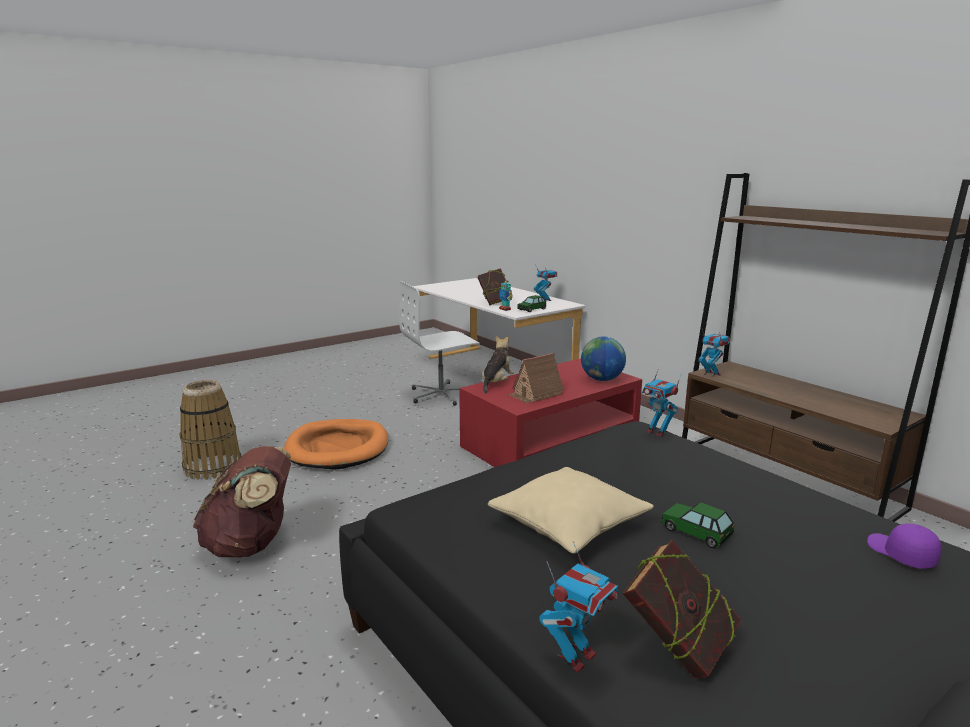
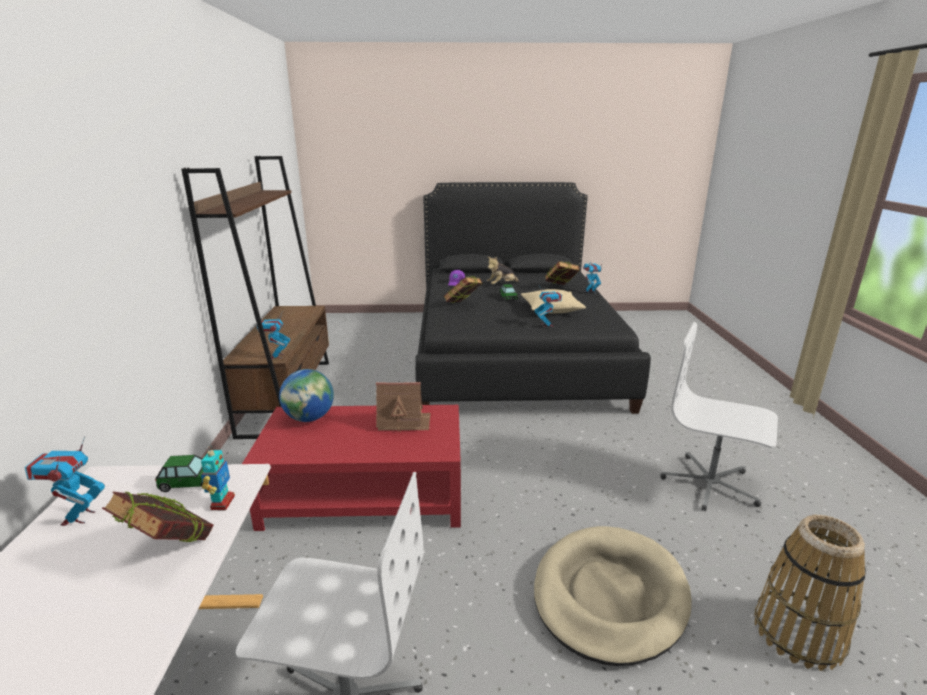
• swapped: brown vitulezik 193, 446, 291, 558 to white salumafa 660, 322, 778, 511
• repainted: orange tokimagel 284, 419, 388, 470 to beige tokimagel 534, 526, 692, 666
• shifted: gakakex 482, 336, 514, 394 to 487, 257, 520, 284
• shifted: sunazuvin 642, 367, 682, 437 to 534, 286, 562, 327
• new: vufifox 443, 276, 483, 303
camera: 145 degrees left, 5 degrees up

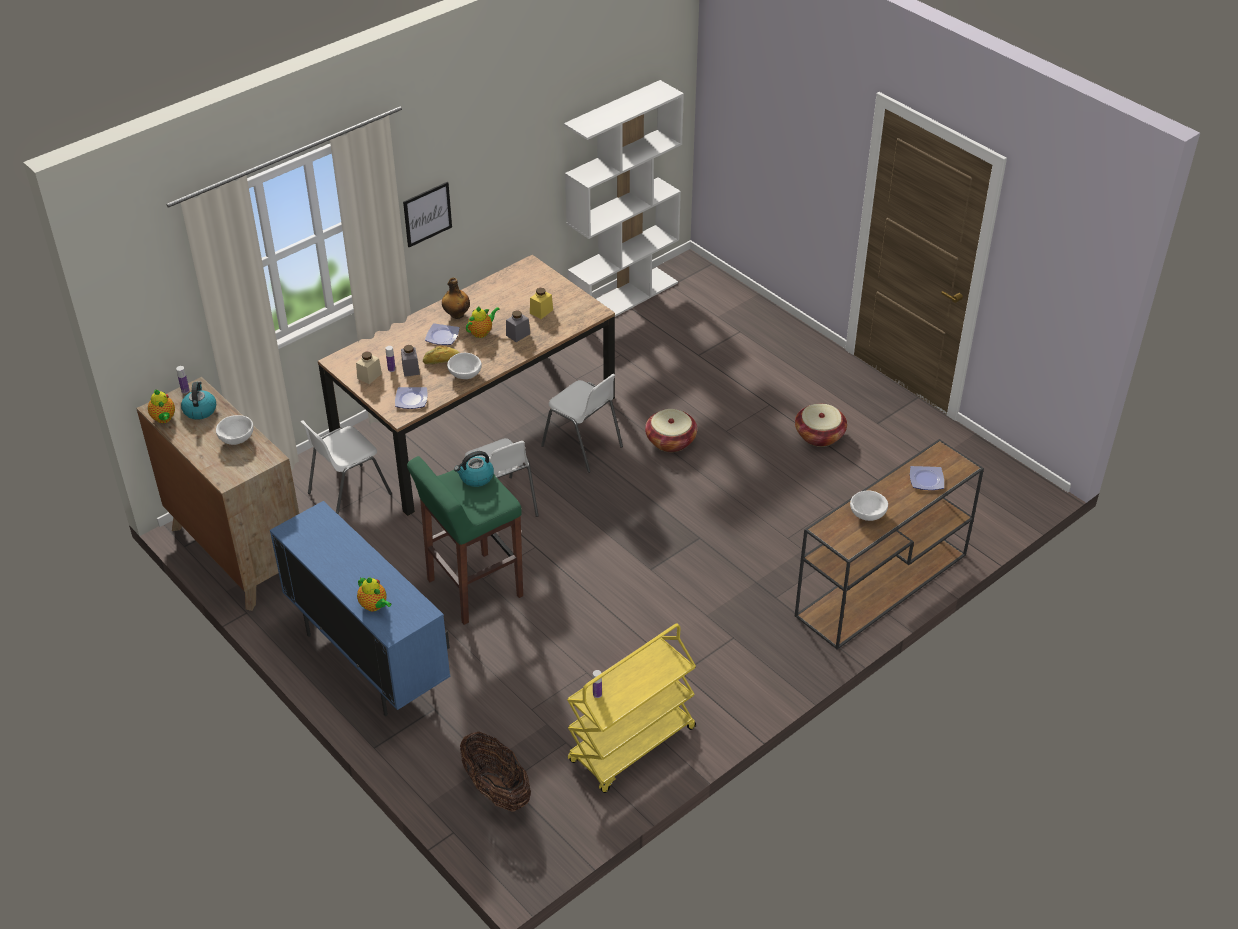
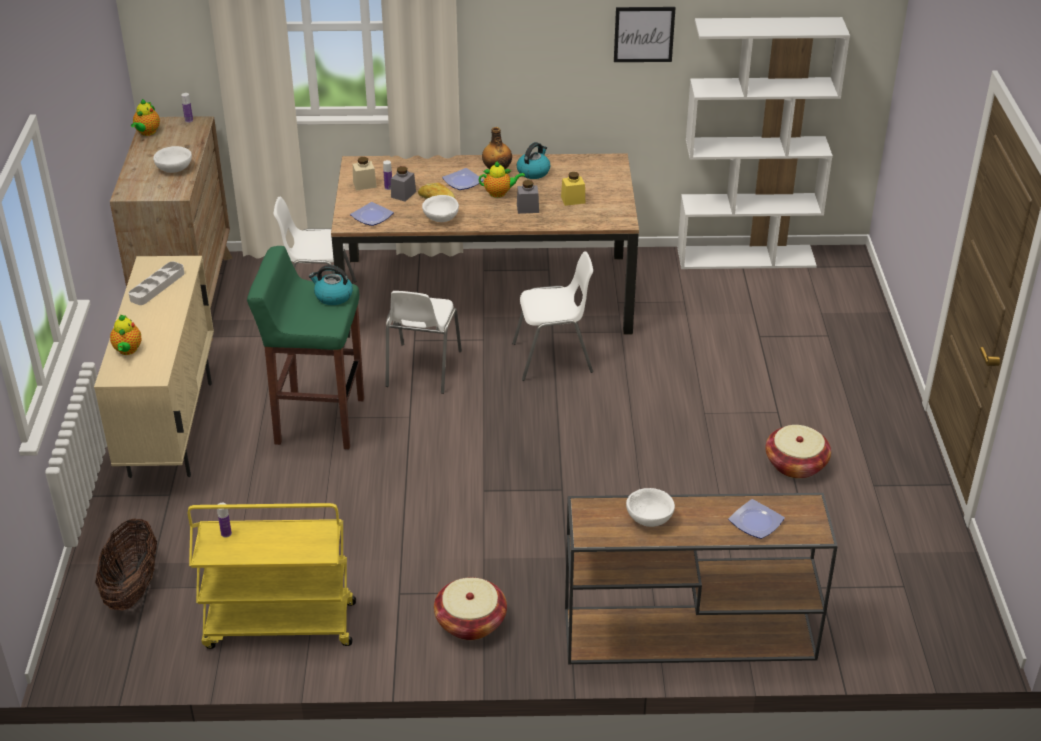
• shifted: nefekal 181, 381, 216, 420 to 517, 142, 550, 179
• repainted: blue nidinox 270, 501, 450, 716 to beige nidinox 94, 256, 214, 478
• shifted: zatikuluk 403, 182, 452, 247 to 614, 7, 675, 62
• rotated: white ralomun 541, 374, 623, 473 = 512, 251, 593, 381 90 degrees counterclockwise
• shifted: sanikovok 645, 409, 697, 452 to 434, 577, 507, 640
• new: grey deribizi 129, 261, 184, 305
camera: 40 degrees right, 5 degrees down

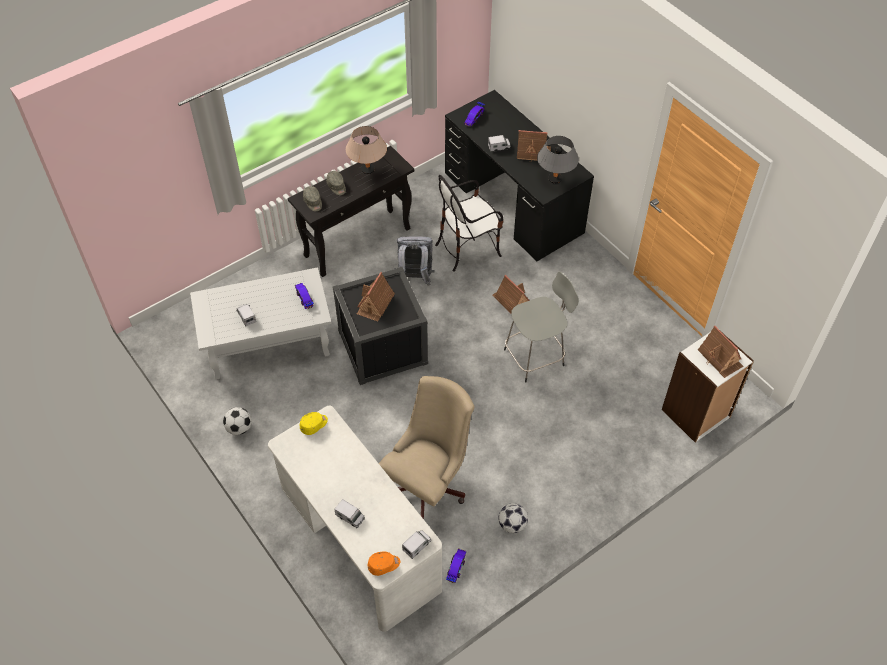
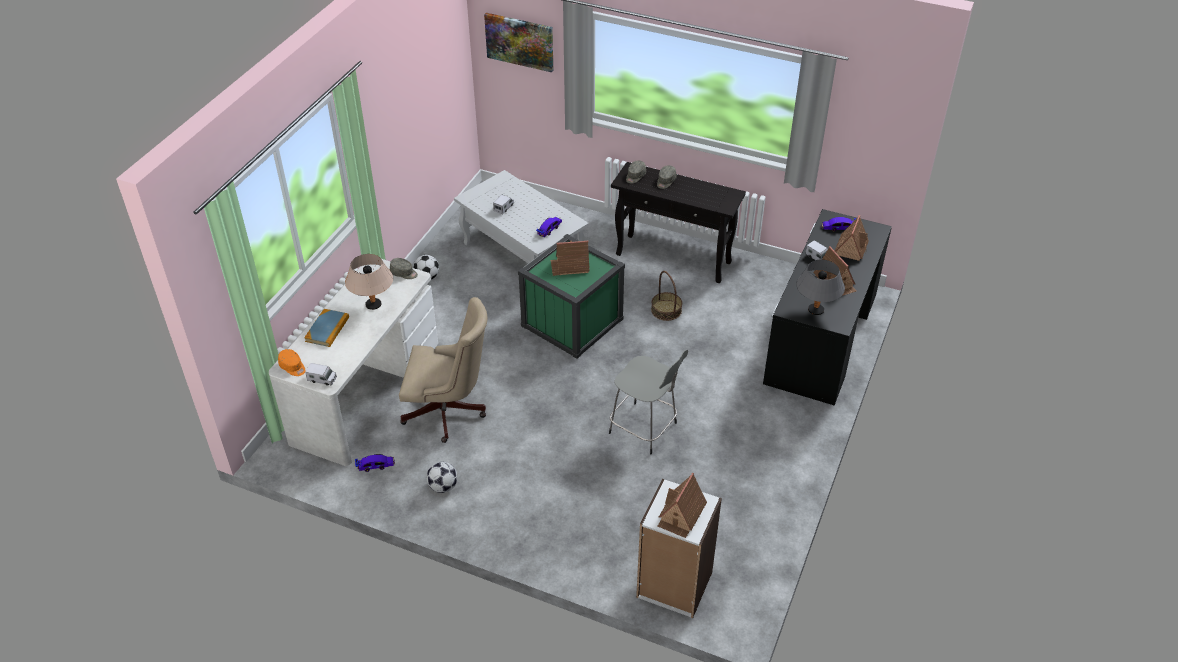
• repainted: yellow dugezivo 300, 412, 328, 435 to grey dugezivo 390, 258, 418, 279
• repainted: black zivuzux 332, 267, 428, 385 to green zivuzux 518, 234, 625, 359
• swapped: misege 335, 499, 365, 528 to vufifox 304, 309, 349, 347
• shifted: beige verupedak 346, 126, 387, 174 to 345, 254, 393, 310
• swapped: grey vitulezik 395, 236, 435, 286 to sanikovok 651, 271, 682, 321
• gone: ralomun 435, 175, 503, 272
• shifted: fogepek 492, 275, 530, 313 to 835, 215, 869, 261
• new: zatikuluk 484, 13, 553, 72
camera: 60 degrees right, 10 degrees down

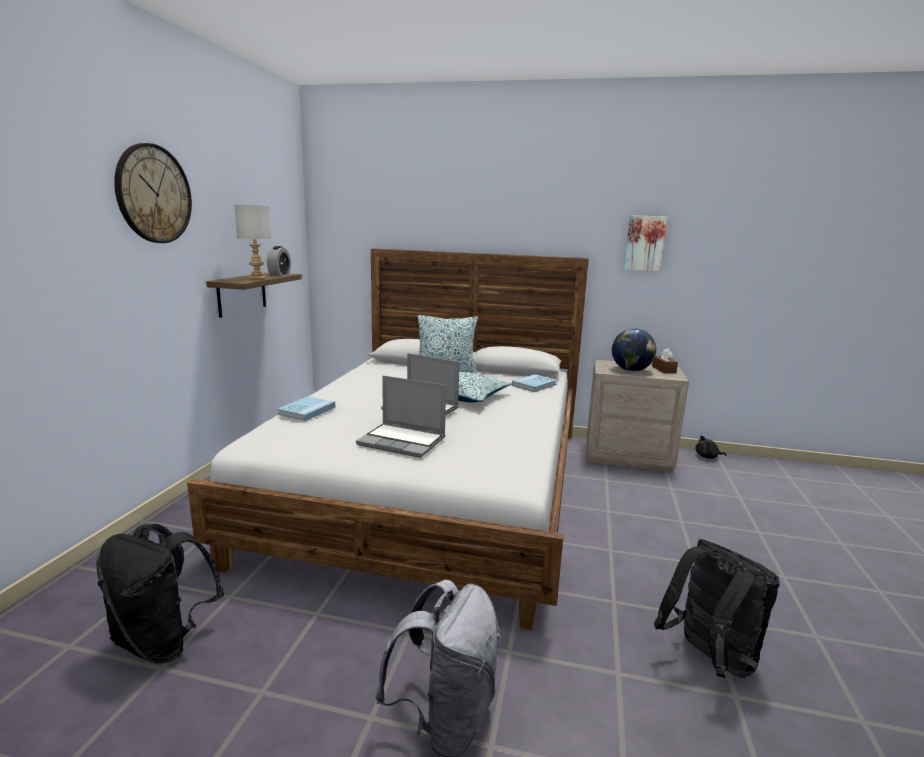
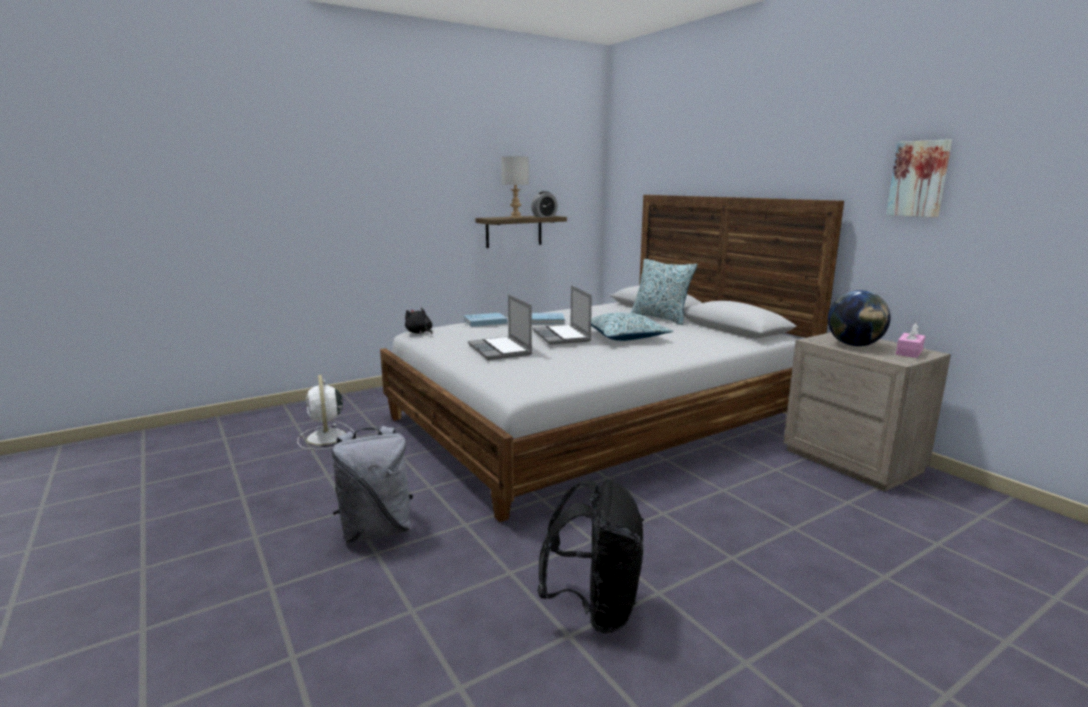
• swapped: black vitulezik 96, 524, 224, 664 to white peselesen 298, 375, 357, 450
• gone: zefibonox 114, 143, 192, 243
• shifted: blue vufifox 512, 374, 557, 392 to 532, 313, 565, 324
• repainted: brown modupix 652, 348, 678, 373 to pink modupix 896, 323, 925, 358
• shifted: black gakakex 695, 436, 727, 459 to 405, 307, 432, 335
camera: 45 degrees right, 0 degrees up

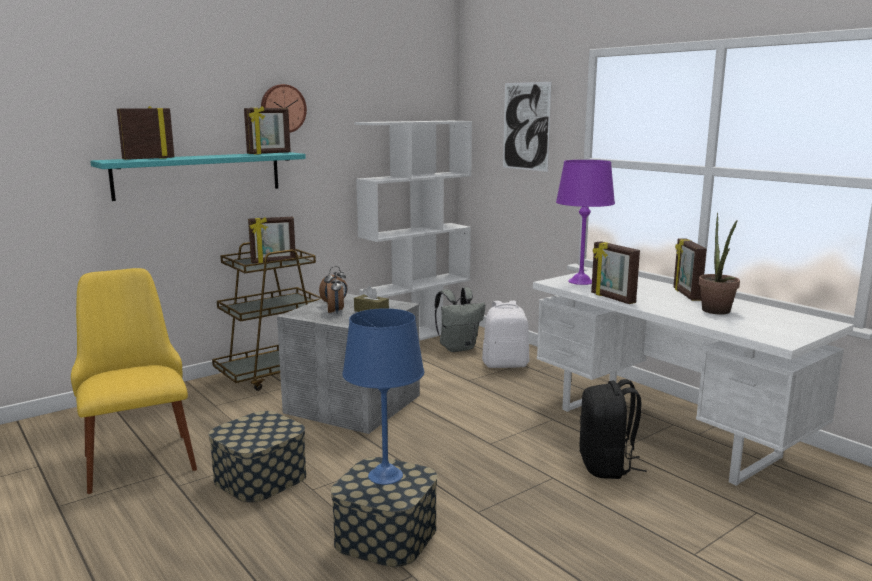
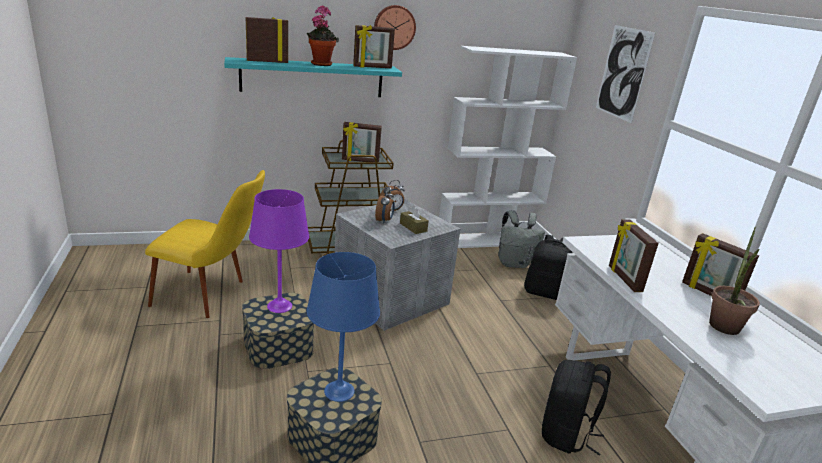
• rotated: yellow ralomun 71, 268, 197, 494 = 145, 170, 265, 318 105 degrees clockwise
• repainted: white vitulezik 482, 301, 530, 368 to black vitulezik 524, 235, 572, 300
• shifted: purple verupedak 556, 160, 615, 285 to 249, 189, 309, 313
• rotated: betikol 673, 239, 707, 301 = 682, 233, 759, 296 60 degrees counterclockwise
• new: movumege 307, 5, 339, 66
camera: 20 degrees right, 10 degrees up

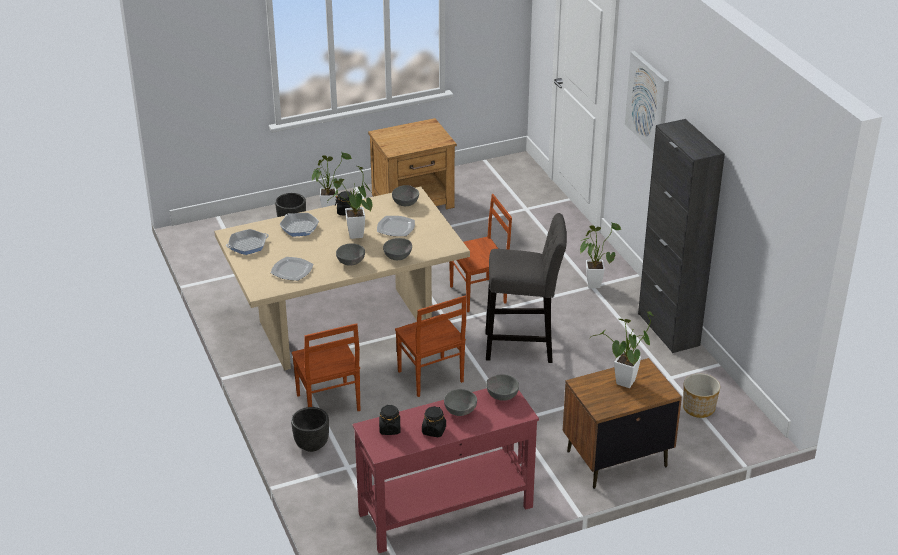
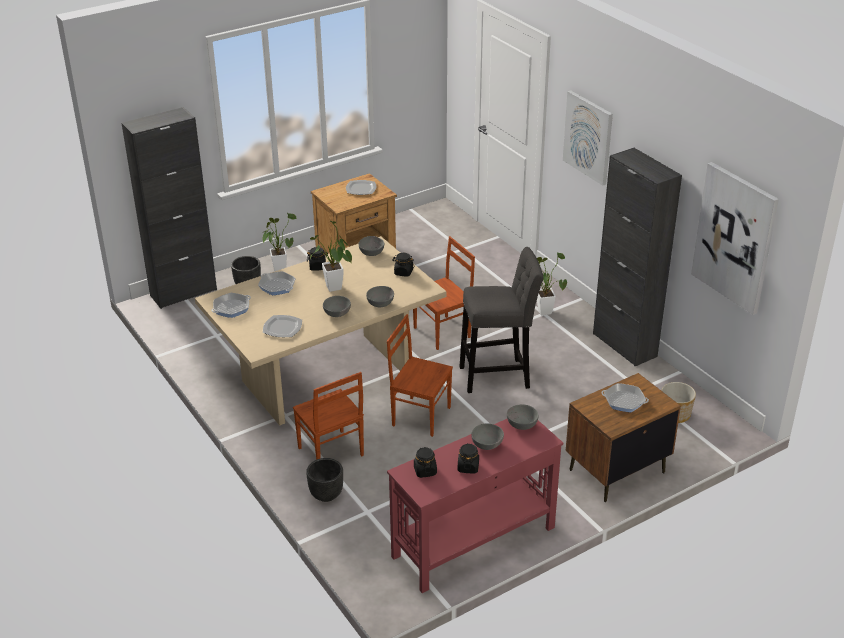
• shifted: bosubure 377, 216, 415, 236 to 346, 180, 377, 195
• rotated: brown ralomun 395, 296, 466, 397 = 387, 314, 453, 437 150 degrees clockwise
• swapped: movumege 590, 312, 653, 388 to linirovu 601, 383, 649, 412
• new: black nidinox 121, 107, 217, 309
• new: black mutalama 392, 253, 414, 276
• new: zatikuluk 691, 162, 779, 315
camera: 10 degrees left, 0 degrees up

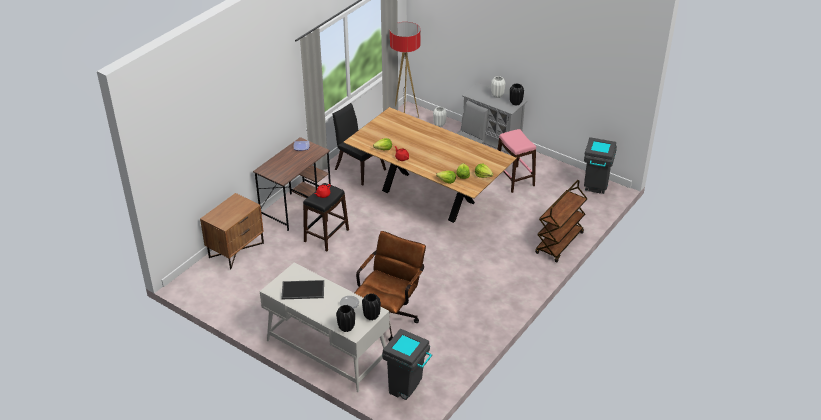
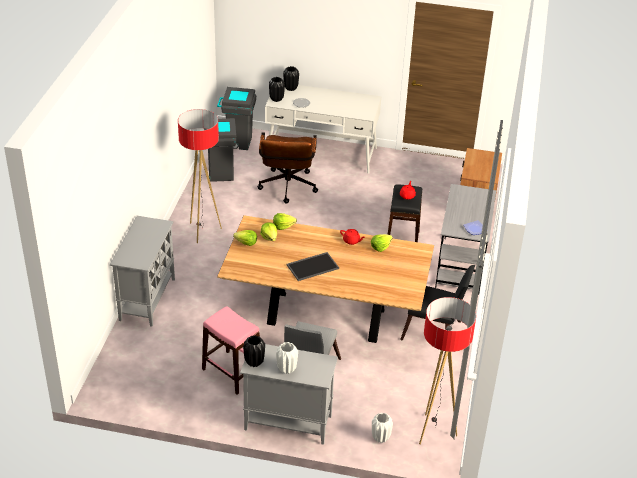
• repainted: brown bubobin 253, 137, 331, 231 to grey bubobin 435, 184, 496, 295
• shifted: deribizi 281, 280, 324, 299 to 287, 252, 339, 281
• swapped: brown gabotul 535, 180, 588, 262 to grey nidinox 110, 216, 175, 327
• shifted: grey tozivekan 584, 137, 617, 194 to 204, 118, 236, 182
• new: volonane 178, 109, 222, 243
camera: 155 degrees right, 0 degrees up

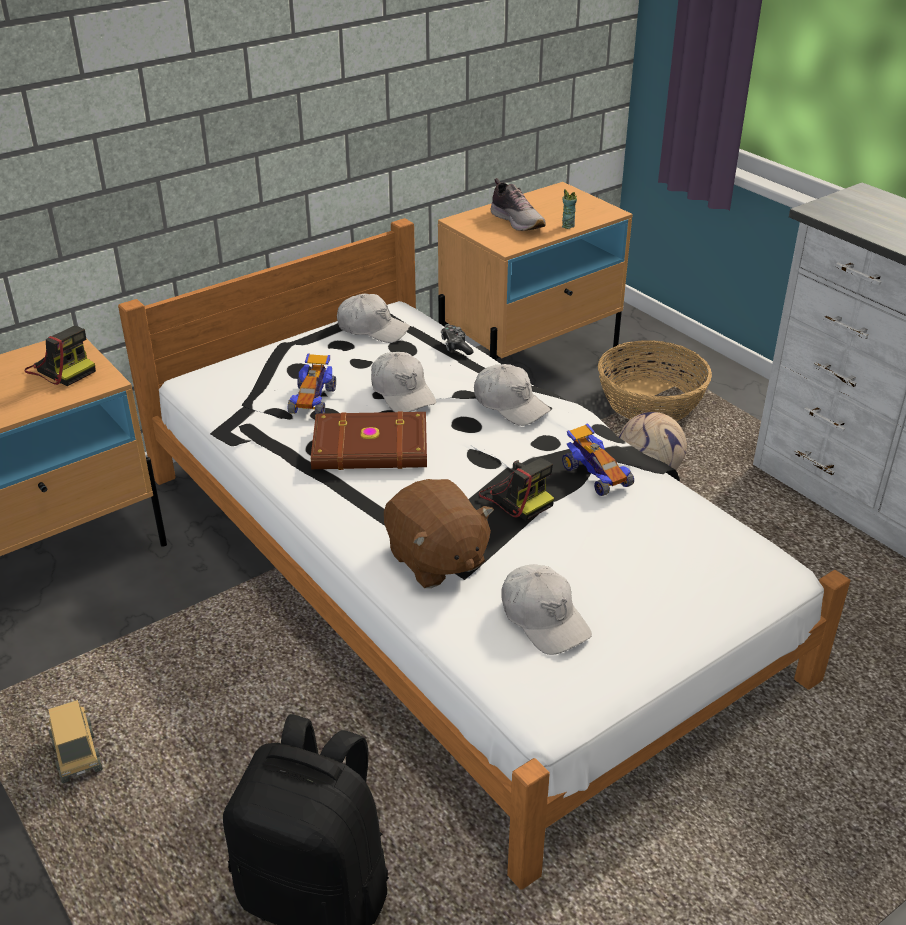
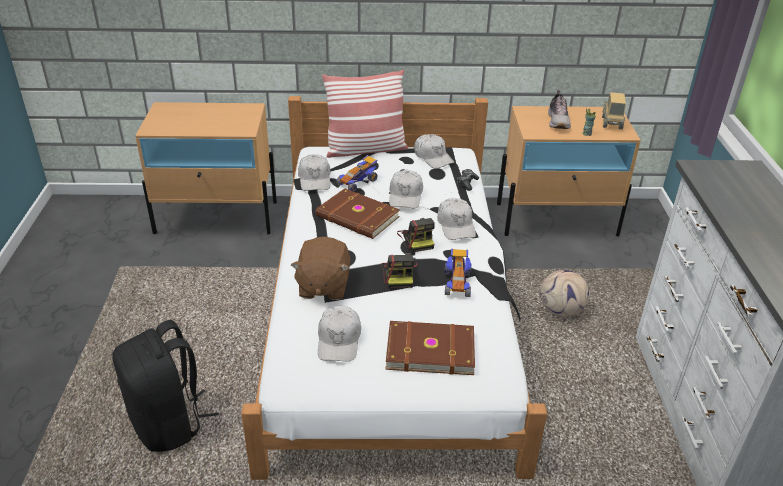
• shifted: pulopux 25, 326, 96, 386 to 397, 218, 435, 252
• shifted: misege 45, 700, 103, 783 to 602, 92, 626, 129
• gone: sanikovok 598, 340, 712, 421
• new: white dugezivo 298, 154, 330, 191
• new: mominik 322, 70, 408, 158
• new: brown vufifox 386, 321, 475, 375
camera: 35 degrees right, 0 degrees up

